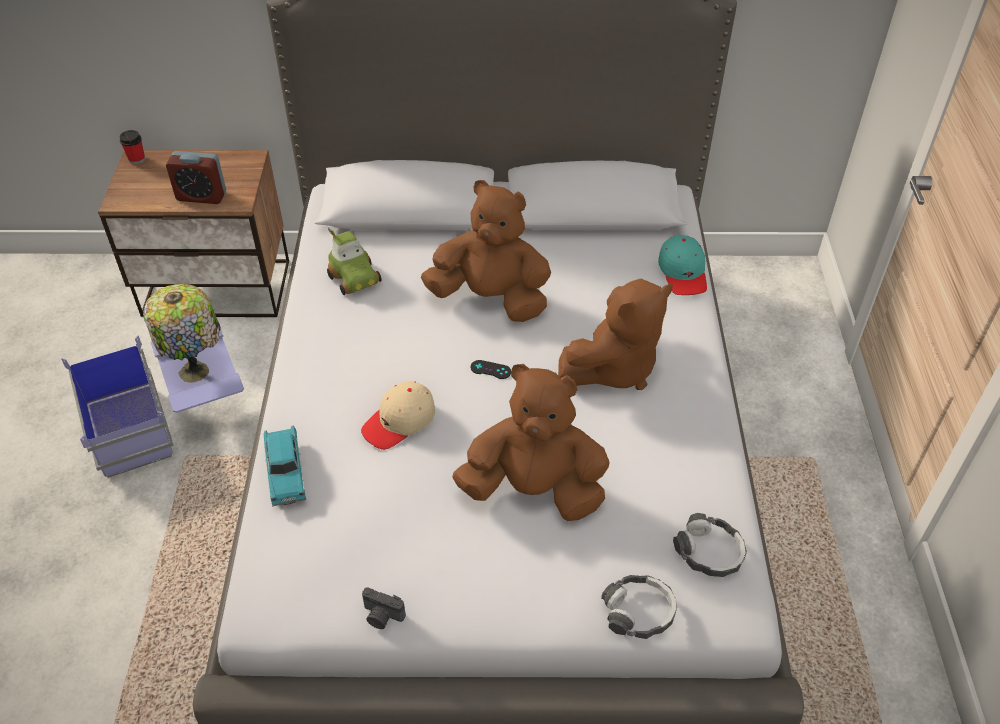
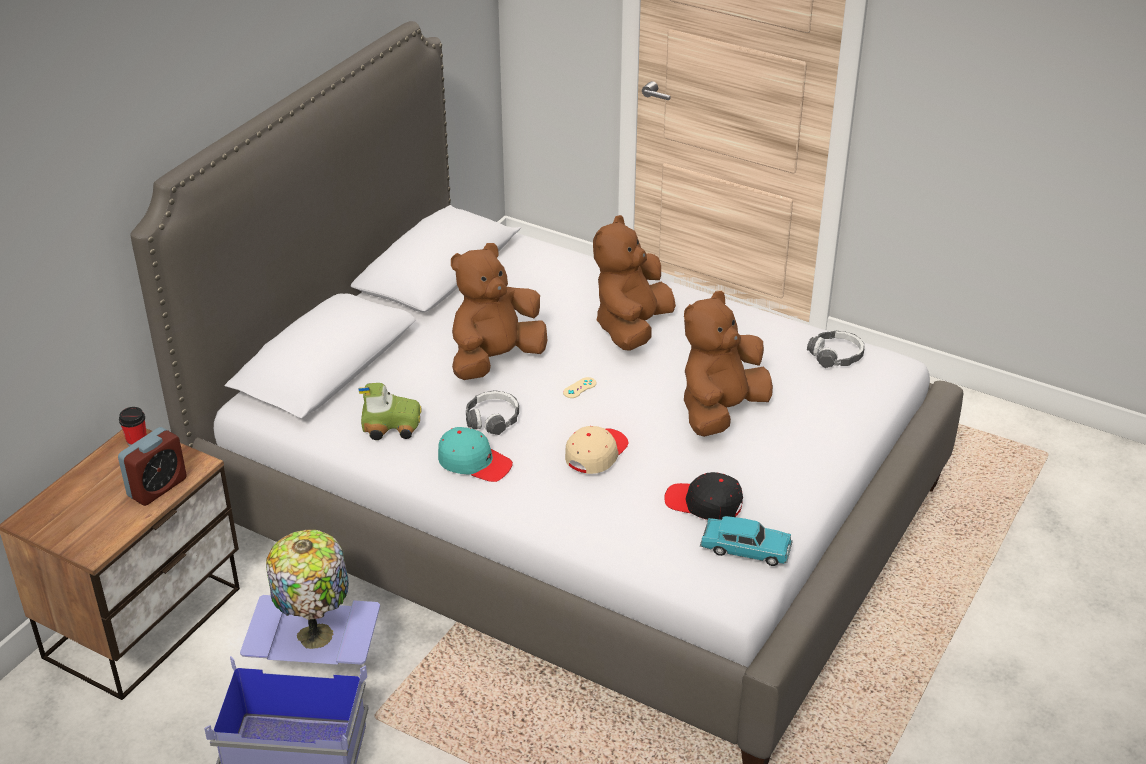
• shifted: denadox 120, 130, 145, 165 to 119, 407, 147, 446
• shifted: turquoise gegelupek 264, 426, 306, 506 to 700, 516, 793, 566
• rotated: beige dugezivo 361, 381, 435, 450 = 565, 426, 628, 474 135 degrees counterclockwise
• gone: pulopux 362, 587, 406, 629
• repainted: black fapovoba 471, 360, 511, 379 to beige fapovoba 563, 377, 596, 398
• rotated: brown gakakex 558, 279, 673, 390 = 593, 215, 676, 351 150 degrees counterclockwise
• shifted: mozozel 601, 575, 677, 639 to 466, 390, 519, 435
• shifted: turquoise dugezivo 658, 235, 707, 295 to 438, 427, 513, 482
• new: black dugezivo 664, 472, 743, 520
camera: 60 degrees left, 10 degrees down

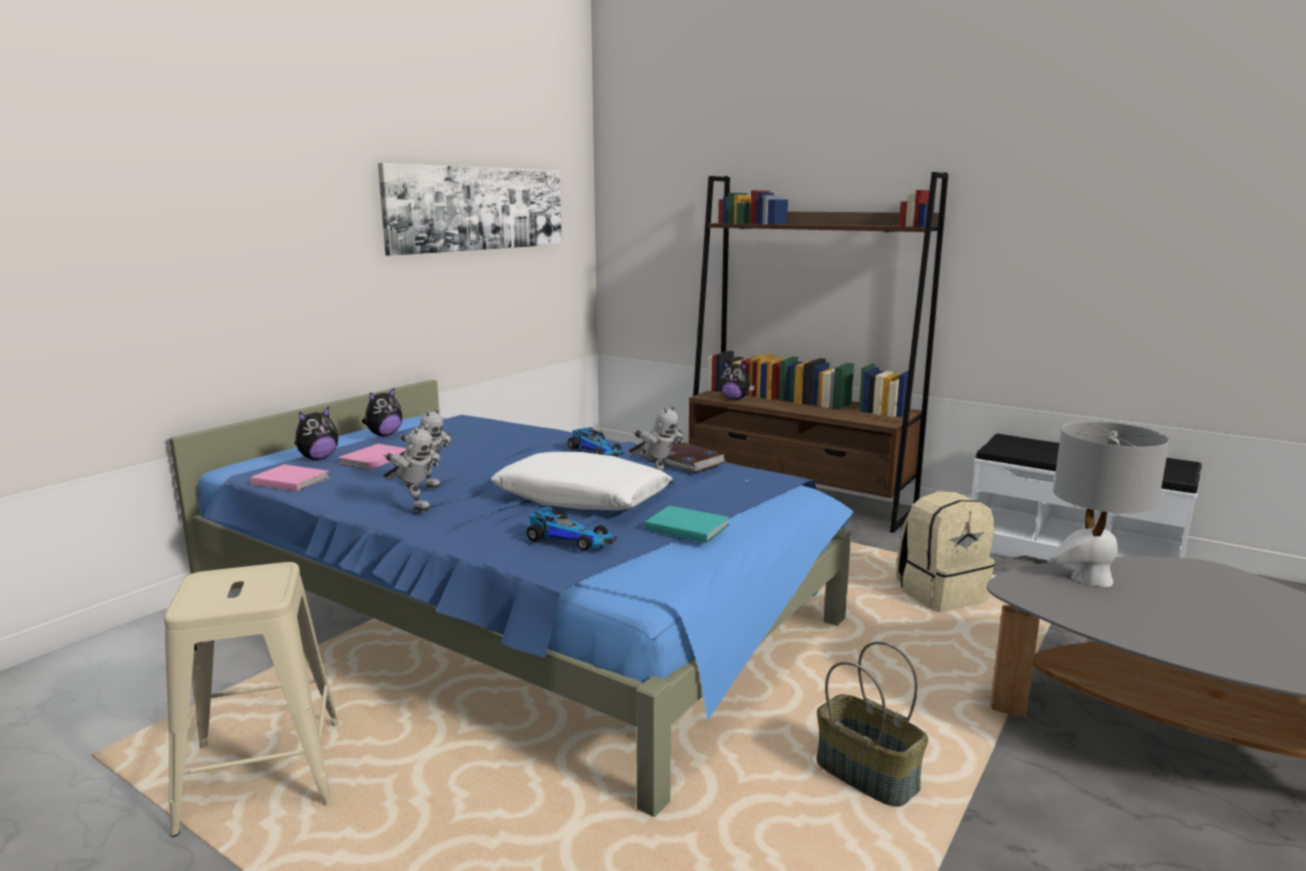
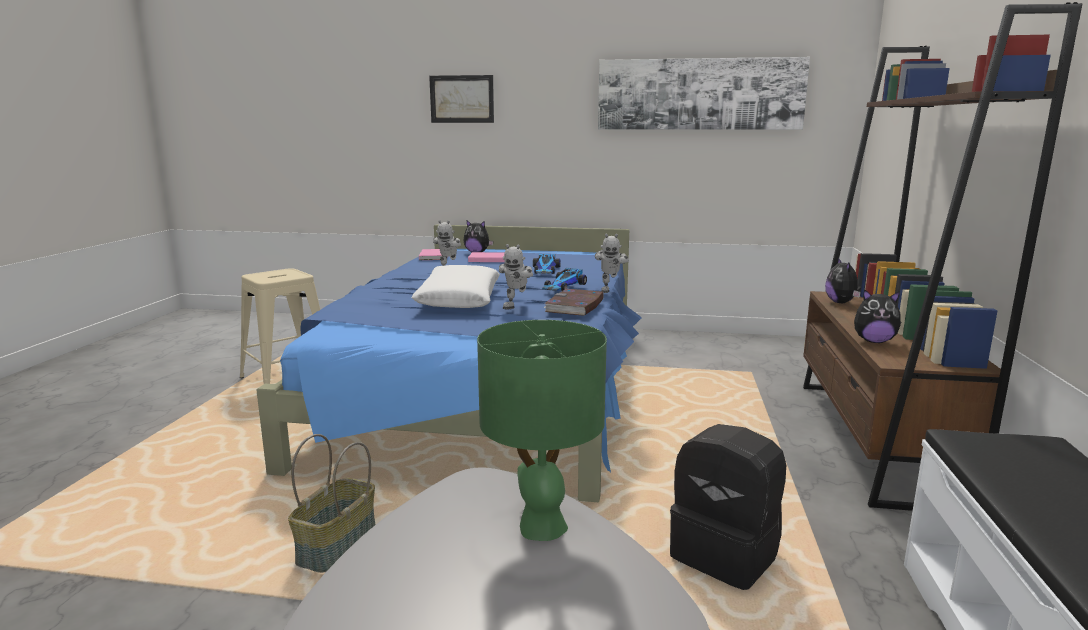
• shifted: gakakex 362, 388, 402, 436 to 854, 289, 901, 343
• shifted: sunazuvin 383, 424, 440, 511 to 595, 234, 629, 293
• shifted: gegelupek 526, 506, 617, 550 to 533, 254, 561, 274
• gone: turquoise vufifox 645, 506, 729, 543
• repainted: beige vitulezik 896, 491, 995, 612 to black vitulezik 670, 424, 786, 590
• repainted: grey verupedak 1049, 421, 1169, 587 to green verupedak 477, 320, 607, 541
• new: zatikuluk 429, 75, 494, 123
camera: 65 degrees right, 0 degrees up

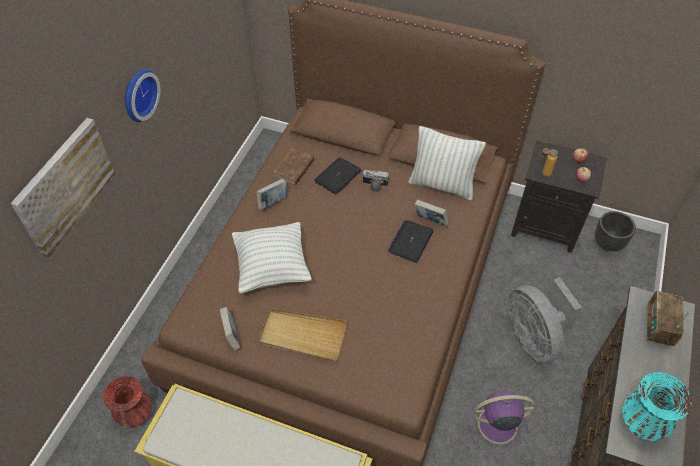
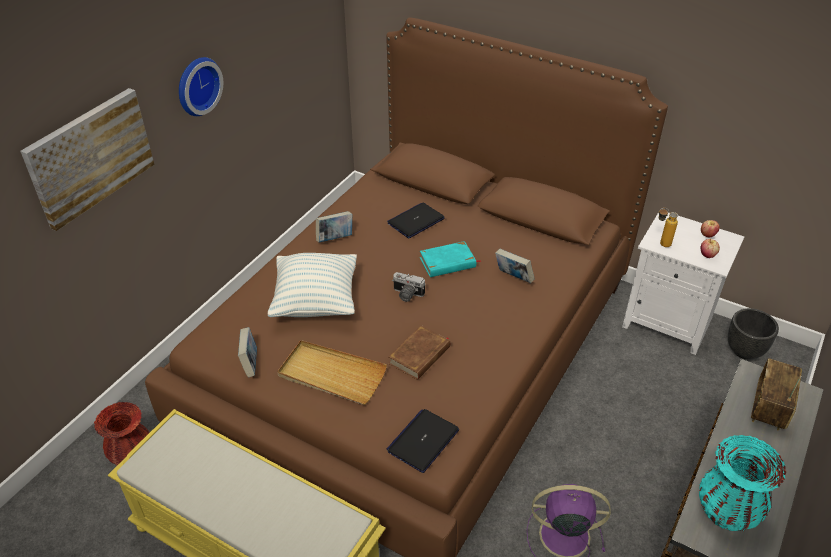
• shifted: brown vufifox 272, 148, 314, 186 to 388, 325, 450, 380
• shifted: pulopux 362, 170, 389, 192 to 392, 272, 426, 302
• shifted: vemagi 388, 220, 434, 263 to 387, 409, 459, 473
• gone: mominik 408, 126, 486, 200
• gone: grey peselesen 508, 278, 582, 363
• repainted: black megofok 511, 140, 607, 253 to white megofok 622, 212, 744, 355
• new: turquoise vufifox 420, 241, 481, 277
camera: 10 degrees right, 10 degrees down

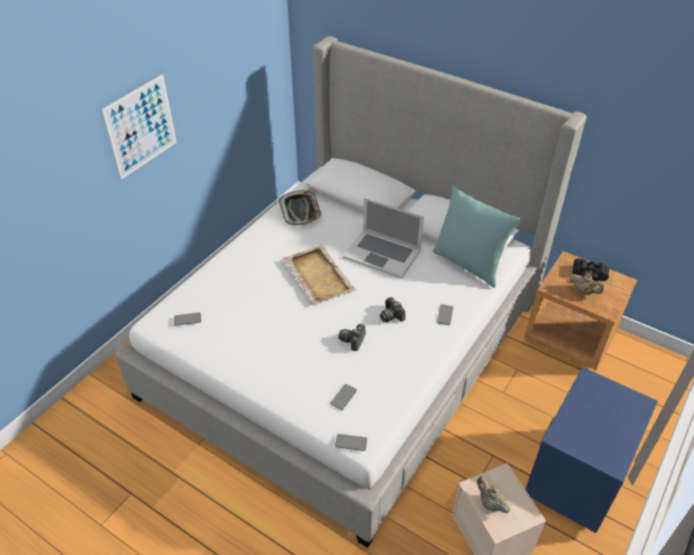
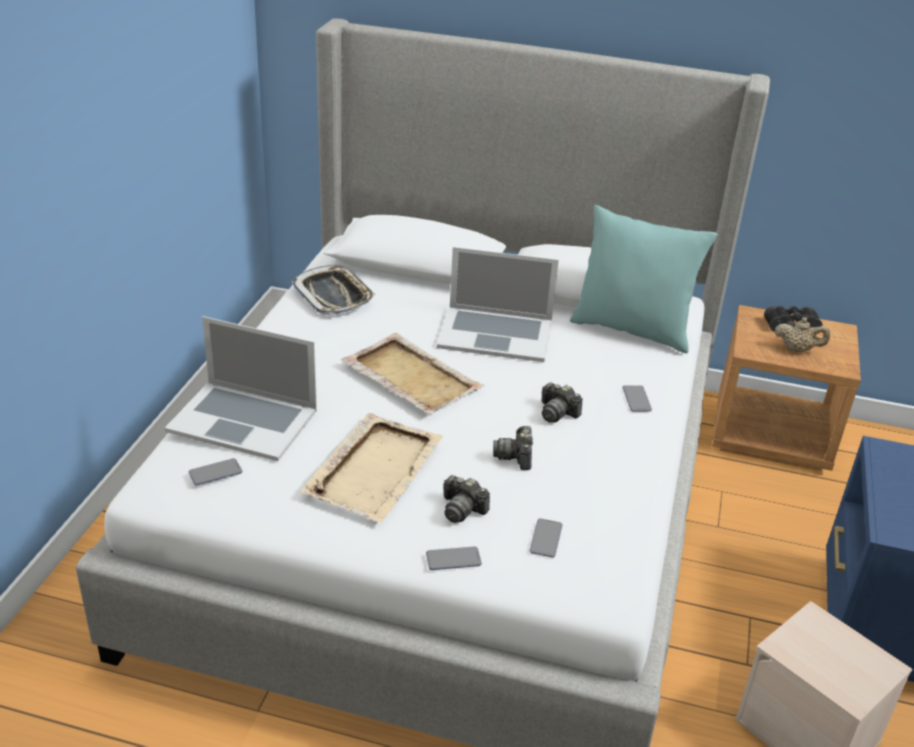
• gone: zatikuluk 101, 74, 177, 179
• shifted: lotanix 335, 434, 367, 451 to 426, 546, 482, 570
• gone: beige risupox 477, 476, 510, 513
• new: vemagi 165, 316, 317, 461
• new: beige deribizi 301, 413, 443, 523
• new: pulopux 443, 475, 490, 523
camera: 20 degrees left, 10 degrees down

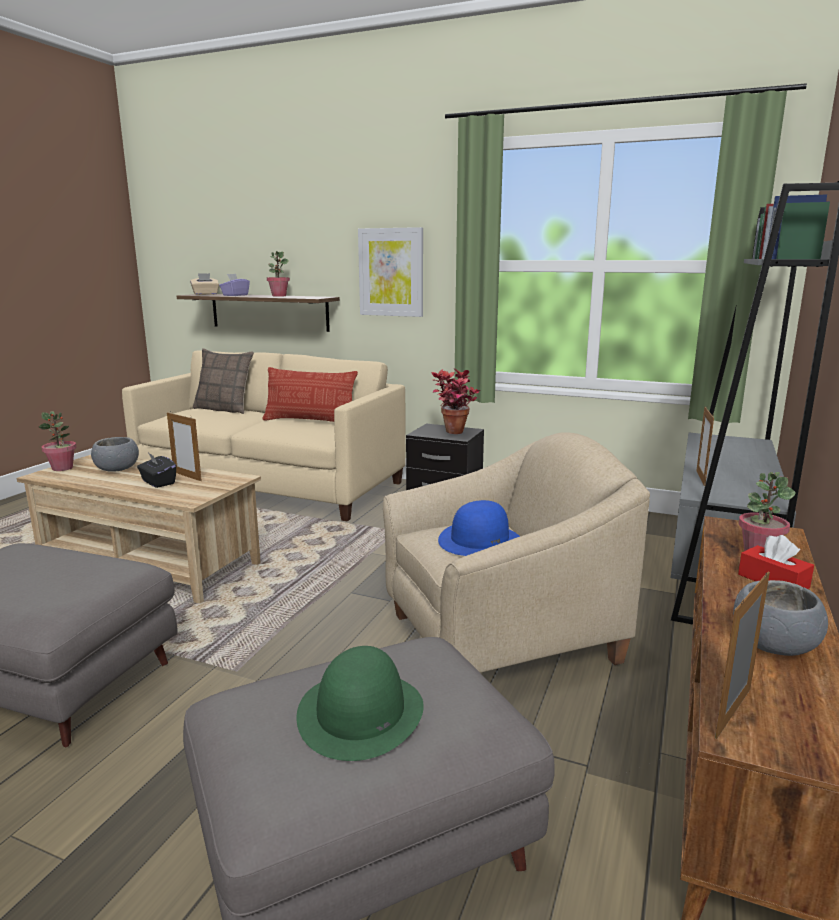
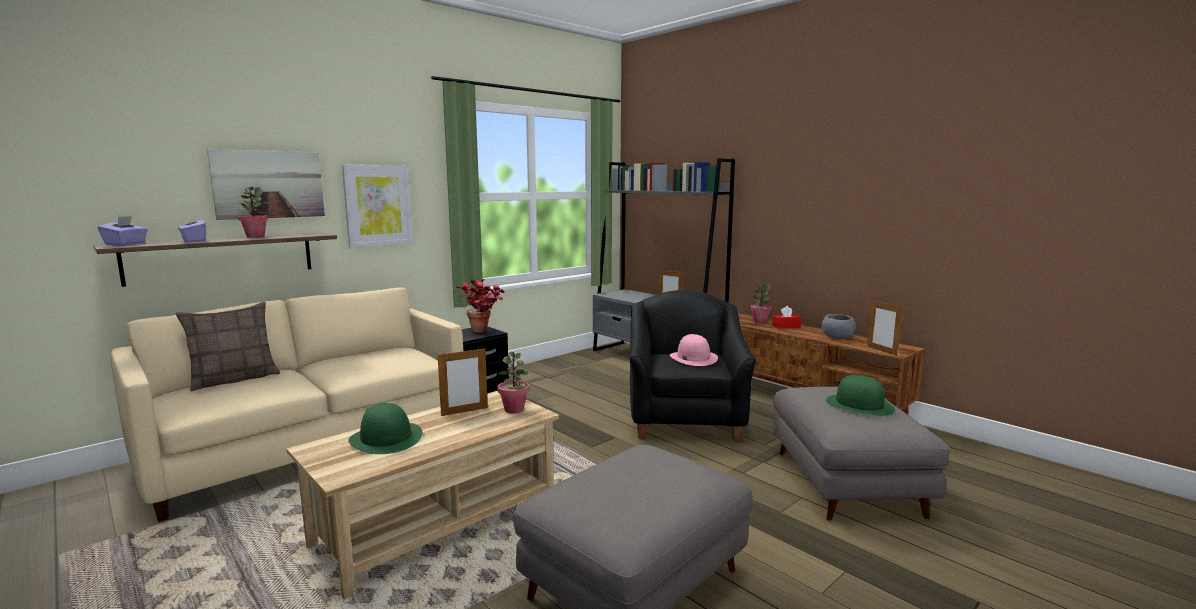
• shifted: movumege 39, 411, 77, 471 to 497, 352, 530, 413
• swapped: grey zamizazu 91, 437, 139, 472 to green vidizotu 348, 403, 422, 454
• gone: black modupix 137, 453, 176, 488
• repainted: beige modupix 190, 273, 219, 295 to purple modupix 98, 216, 148, 245
• gone: mominik 262, 367, 358, 422
• repainted: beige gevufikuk 383, 432, 650, 673 to black gevufikuk 630, 290, 756, 441
• repainted: blue vidizotu 438, 500, 520, 556 to pink vidizotu 670, 334, 718, 366
• new: zatikuluk 207, 149, 325, 220
camera: 65 degrees left, 5 degrees down

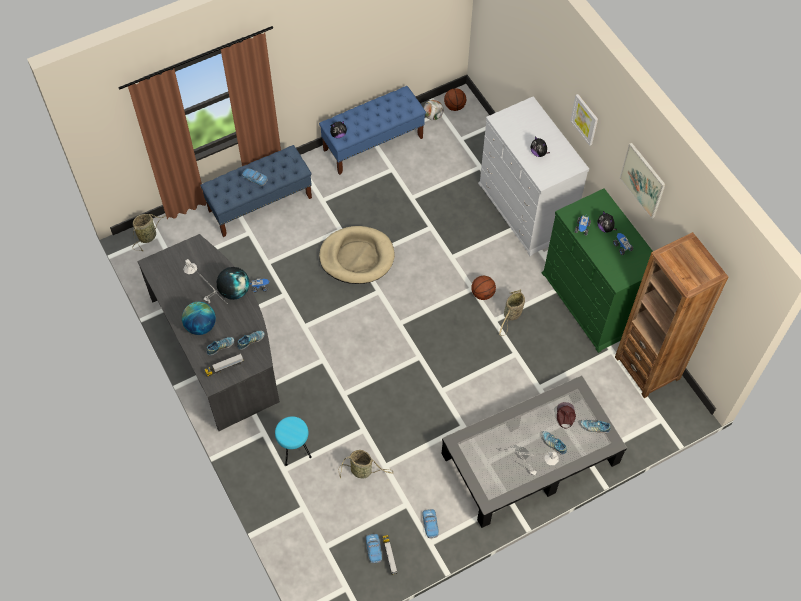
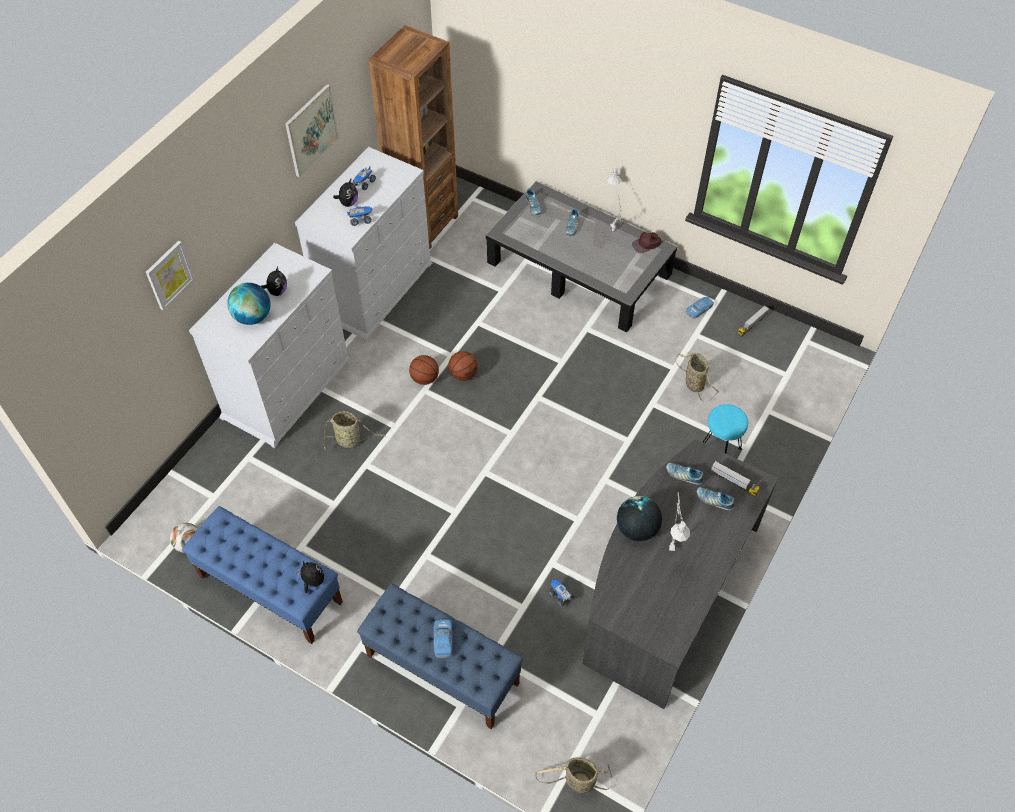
• shifted: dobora 182, 302, 216, 335 to 227, 283, 271, 325
• gone: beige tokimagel 319, 226, 395, 284
• gone: gegelupek 366, 534, 382, 563
• shifted: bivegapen 444, 88, 466, 111 to 448, 351, 478, 381
• shifted: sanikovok 499, 289, 525, 336 to 322, 411, 385, 451
• repainted: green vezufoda 542, 188, 653, 353 to white vezufoda 295, 147, 432, 341
• shifted: brown dugezivo 557, 402, 576, 429 to 632, 232, 661, 253
• shifted: zatikuluk 570, 94, 598, 146 to 146, 241, 195, 311
camera: 120 degrees left, 5 degrees down

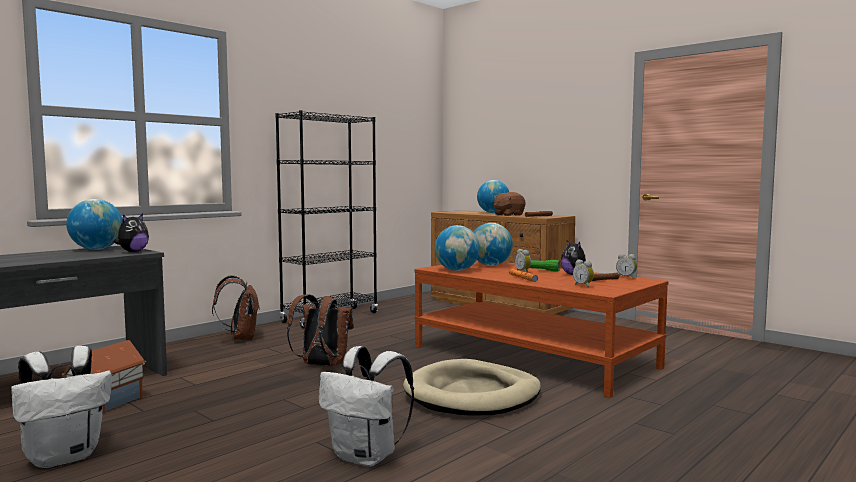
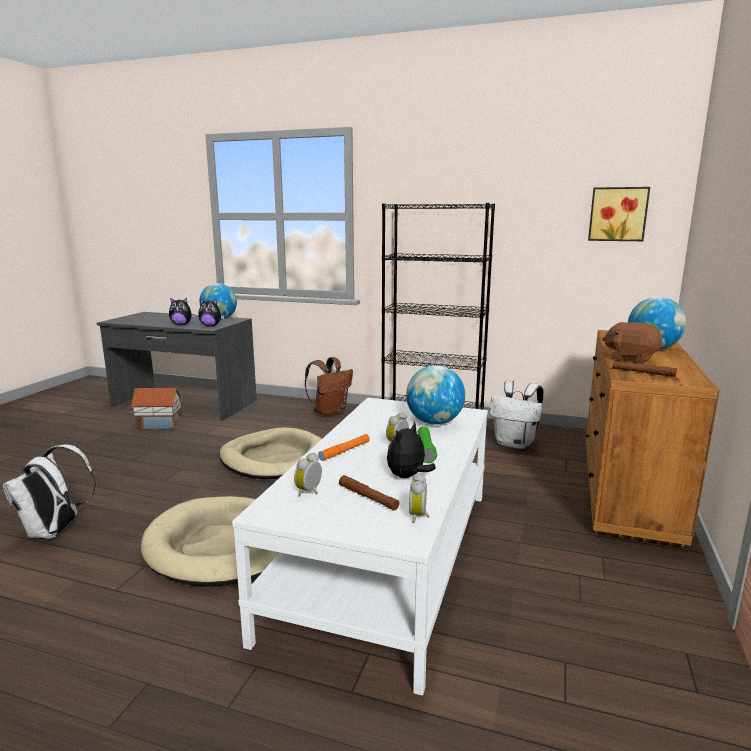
• shifted: white vitulezik 11, 346, 112, 468 to 490, 380, 543, 449
• swapped: brown vitulezik 287, 294, 354, 366 to beige tokimagel 219, 427, 322, 479
• repainted: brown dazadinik 414, 260, 668, 398 to white dazadinik 232, 398, 488, 695
• gone: dobora 435, 225, 480, 271
• new: gakakex 169, 298, 195, 325
• new: zatikuluk 588, 187, 650, 241
camera: 65 degrees right, 10 degrees up

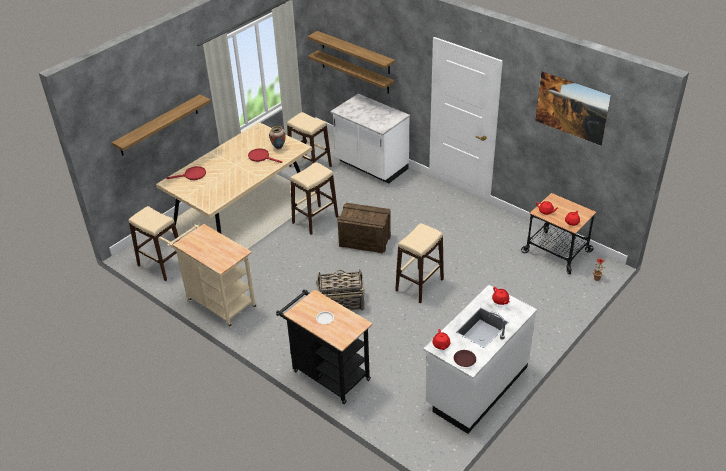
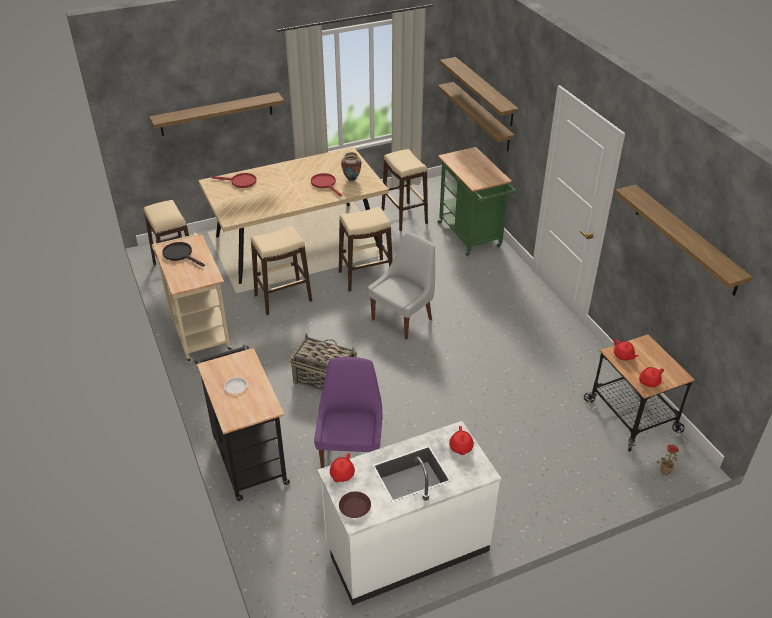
• swapped: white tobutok 330, 94, 410, 184 to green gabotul 438, 147, 517, 256
• swapped: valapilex 337, 203, 391, 254 to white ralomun 368, 232, 435, 340
• shifted: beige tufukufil 395, 223, 444, 303 to 251, 226, 312, 315
• swapped: zatikuluk 535, 71, 611, 146 to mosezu 615, 184, 752, 296
• new: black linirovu 162, 242, 205, 266
• new: purple ralomun 314, 357, 382, 468
camera: 25 degrees right, 0 degrees up

